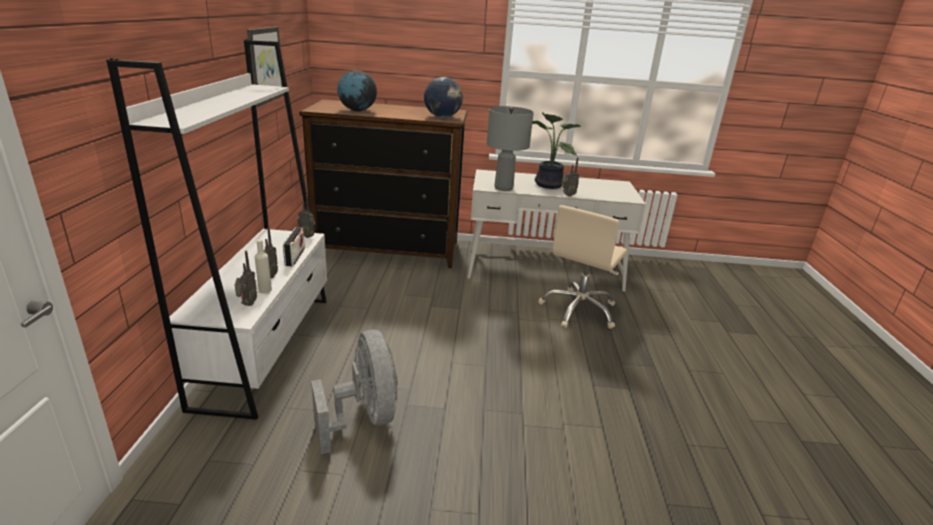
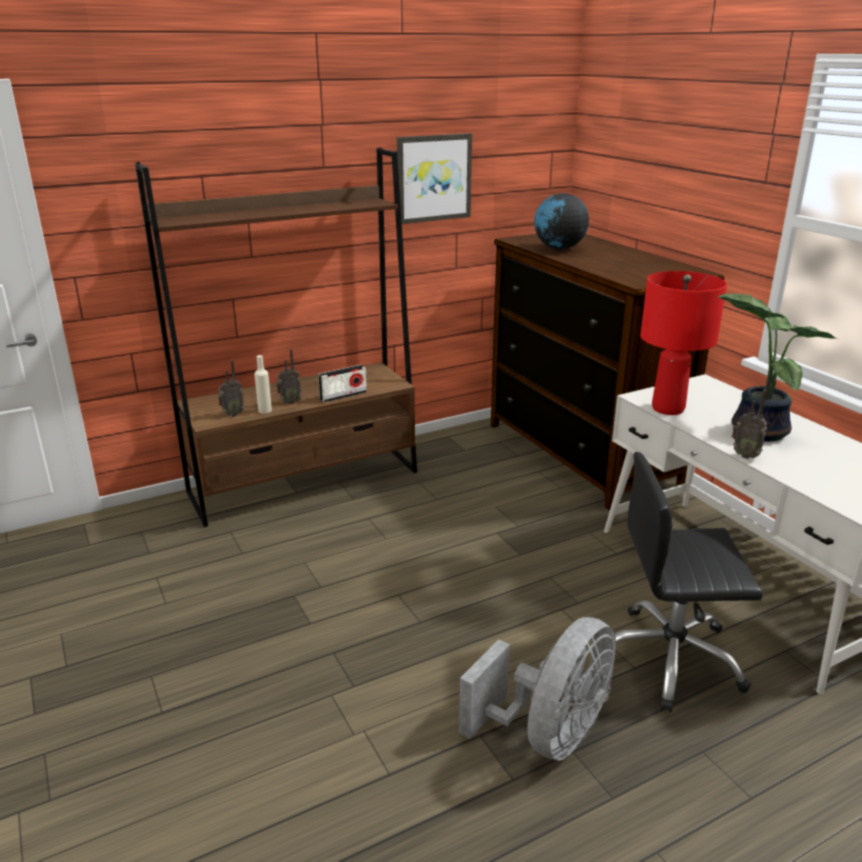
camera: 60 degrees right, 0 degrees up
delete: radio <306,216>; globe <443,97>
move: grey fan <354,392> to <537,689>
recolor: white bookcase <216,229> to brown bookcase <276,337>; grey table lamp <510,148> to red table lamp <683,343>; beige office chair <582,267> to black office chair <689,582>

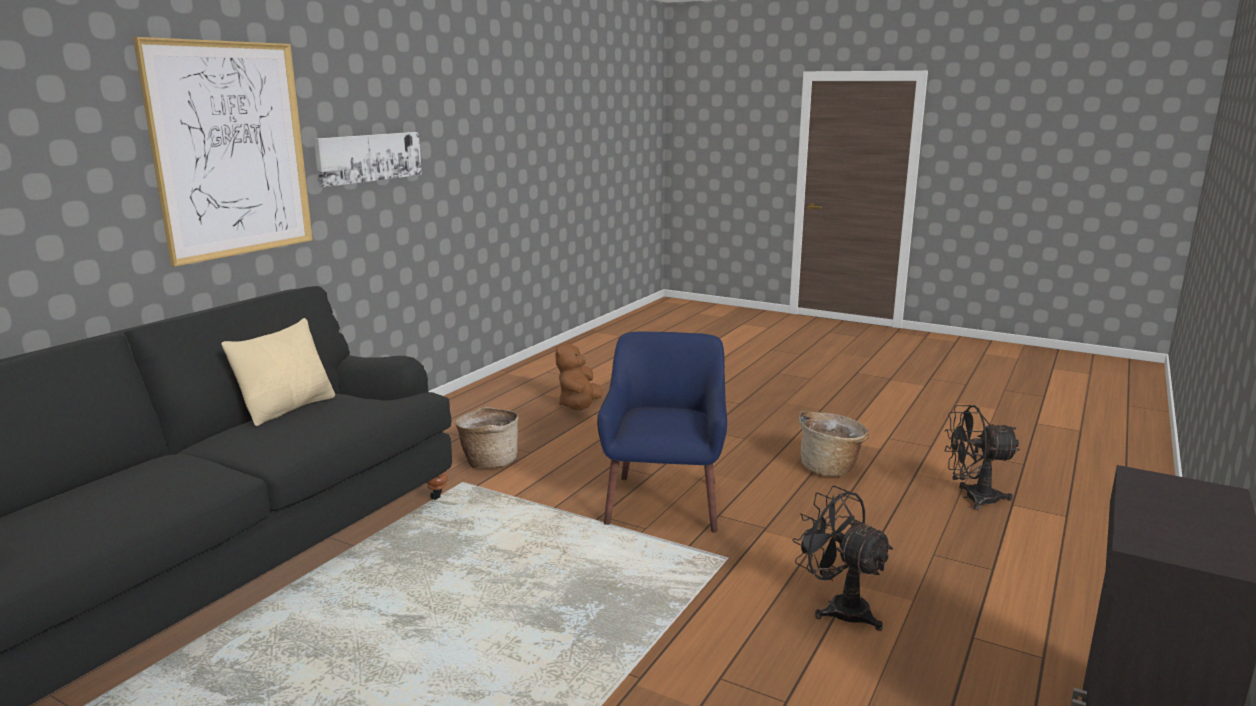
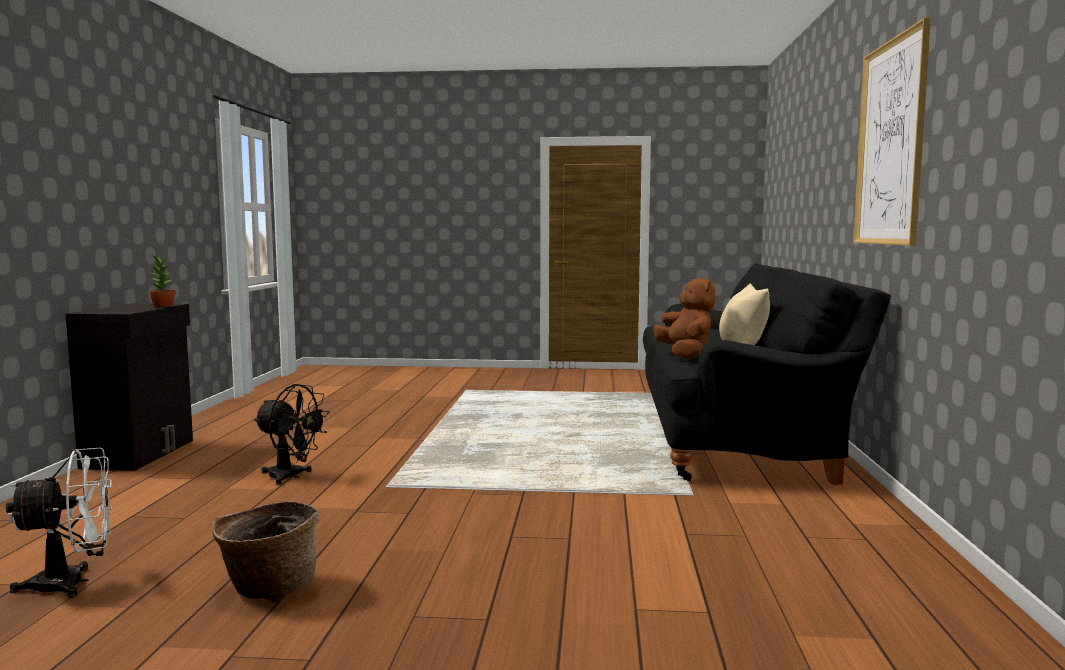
camera: 155 degrees right, 10 degrees down
delete: picture <368,159>; basket <486,437>; blue armchair <662,432>
insert: potted plant <162,281>
move: brown plush toy <579,375> to <684,317>
recolor: black fan <982,457> to white fan <59,523>

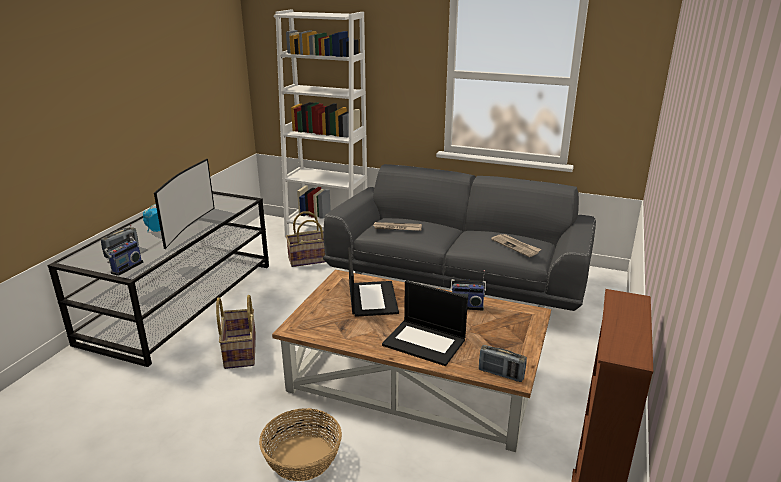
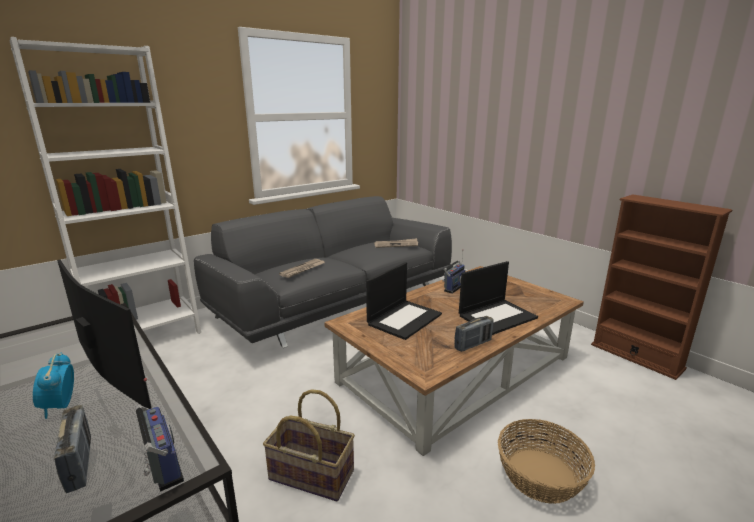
camera: 60 degrees left, 5 degrees down
delete: basket <306,239>
move: radio <503,363> to <474,334>
rotate: laptop <373,282> = <404,301> 105 degrees clockwise

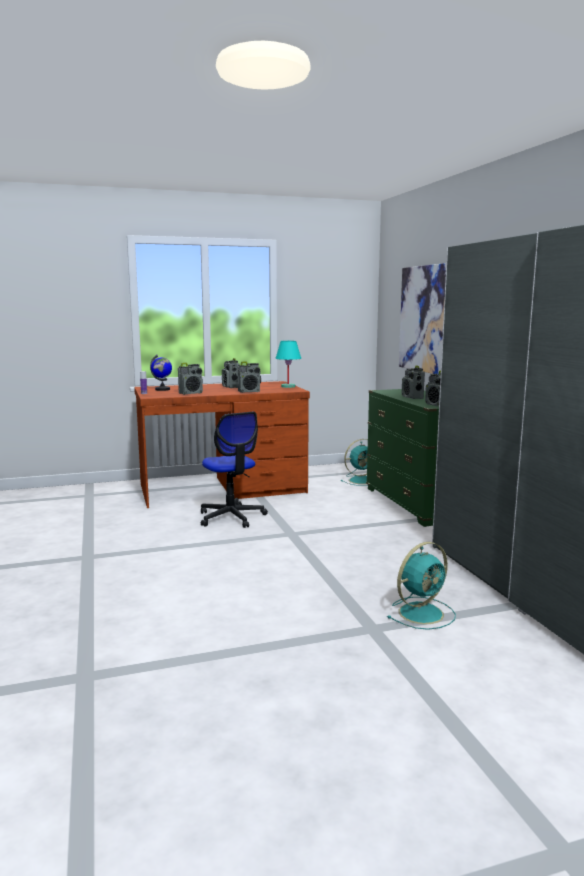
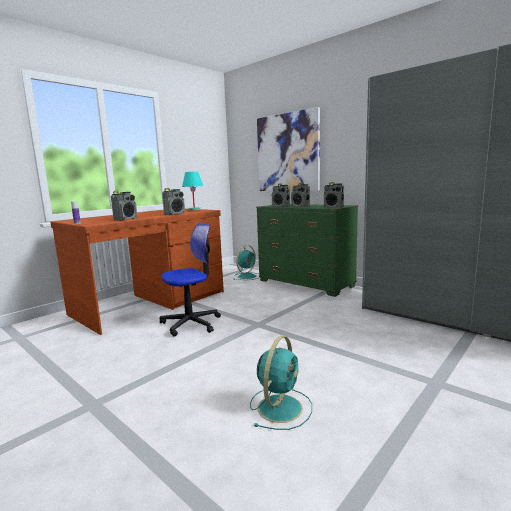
camera: 30 degrees left, 0 degrees up
delete: globe <161,373>
move: radio <230,373> to <281,195>; turquoise fan <421,586> to <281,383>
rotate: office chair <234,470> = <190,279> 60 degrees counterclockwise

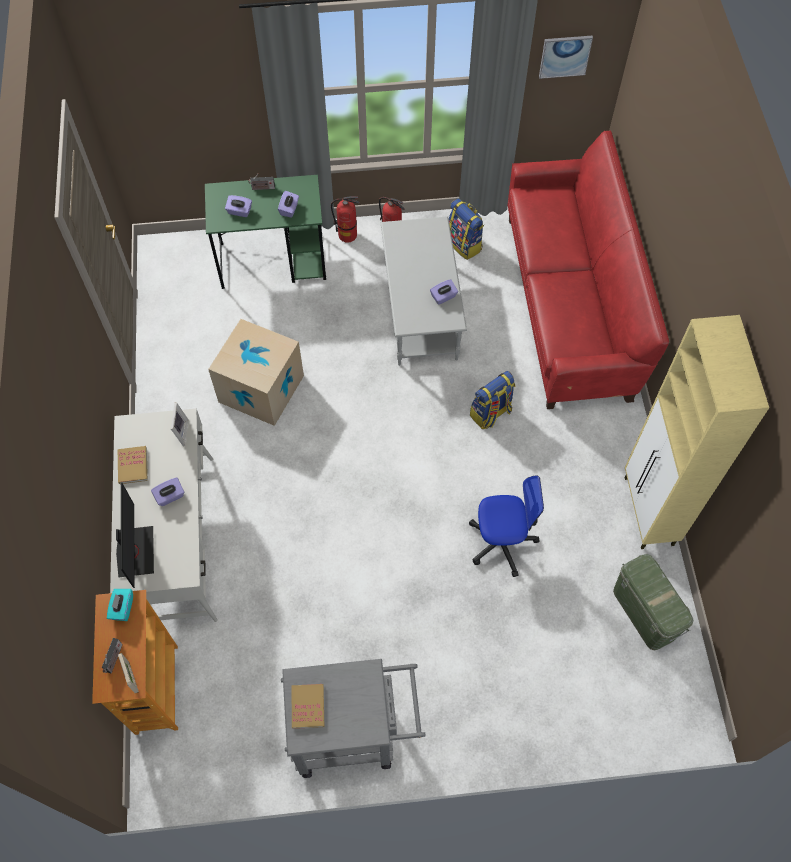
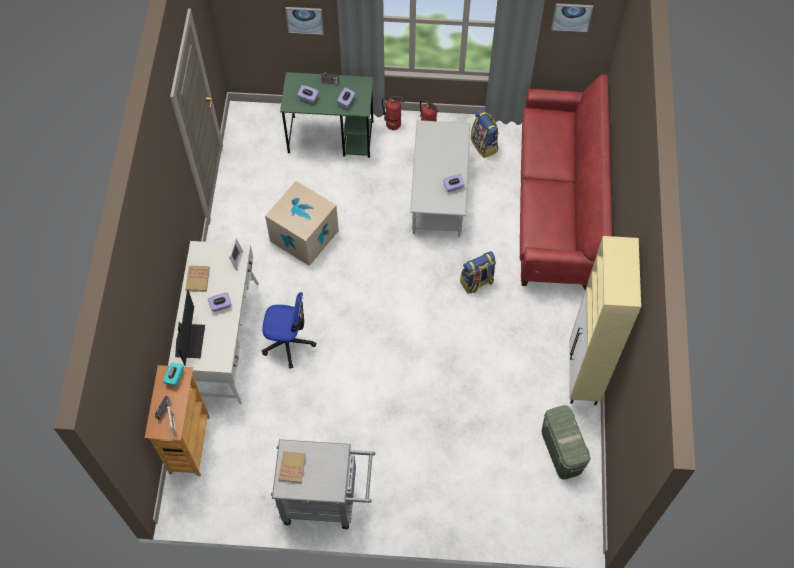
camera: 10 degrees right, 0 degrees up
insert: picture <304,21>
move: office chair <506,526> to <289,330>

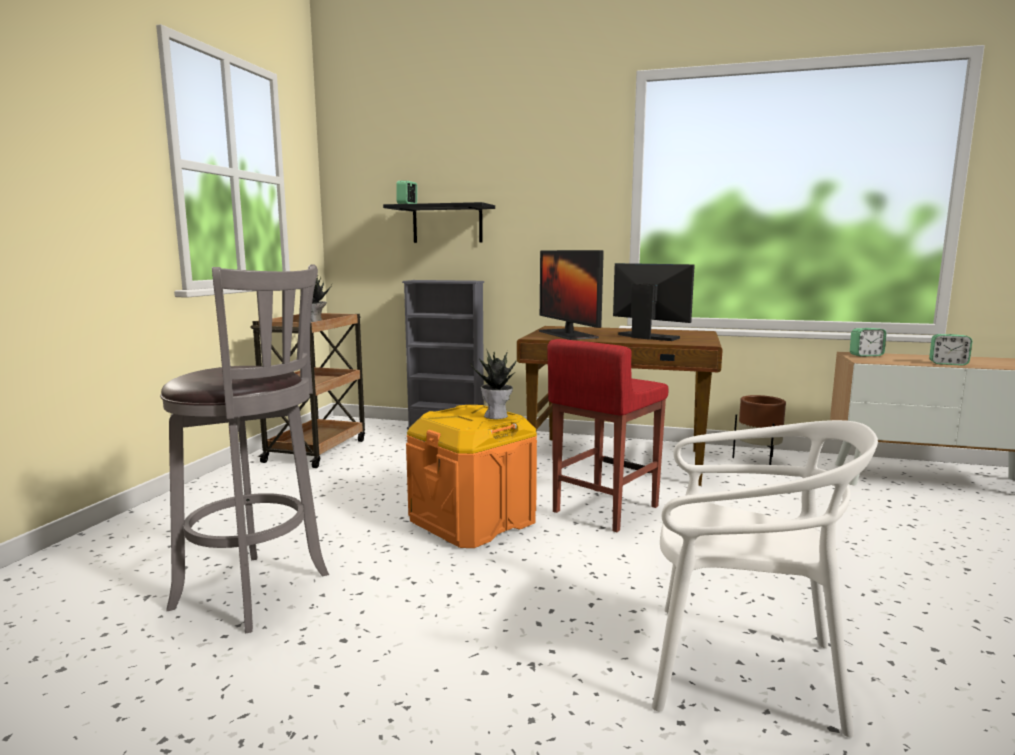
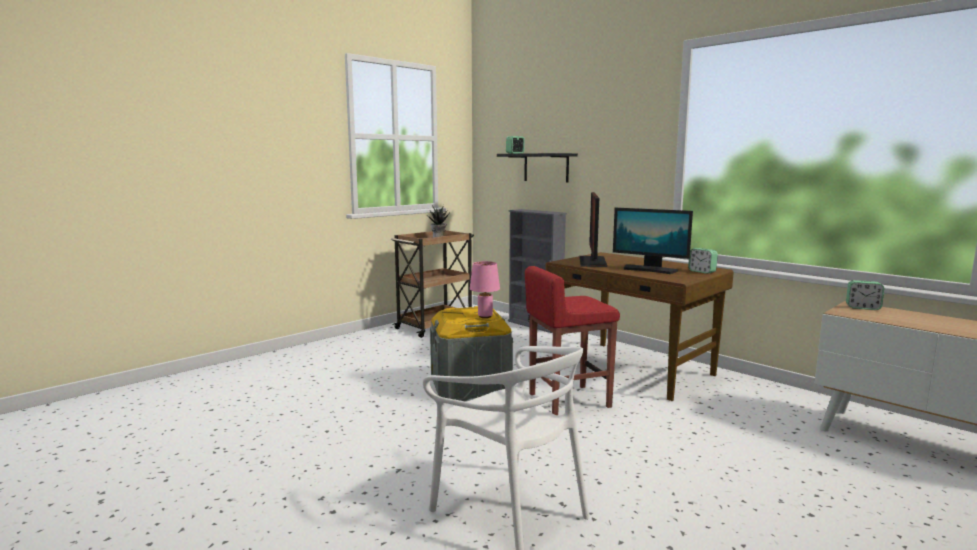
camera: 30 degrees right, 0 degrees up
delete: grey stool <244,449>; brown planter <759,430>
move: alarm clock <950,350> to <703,261>
replace: potted plant <494,384> to pink table lamp <485,289>
recolor: orange storage box <471,476> to grey storage box <471,353>
rotate: monitor <654,302> = <653,241> 135 degrees clockwise

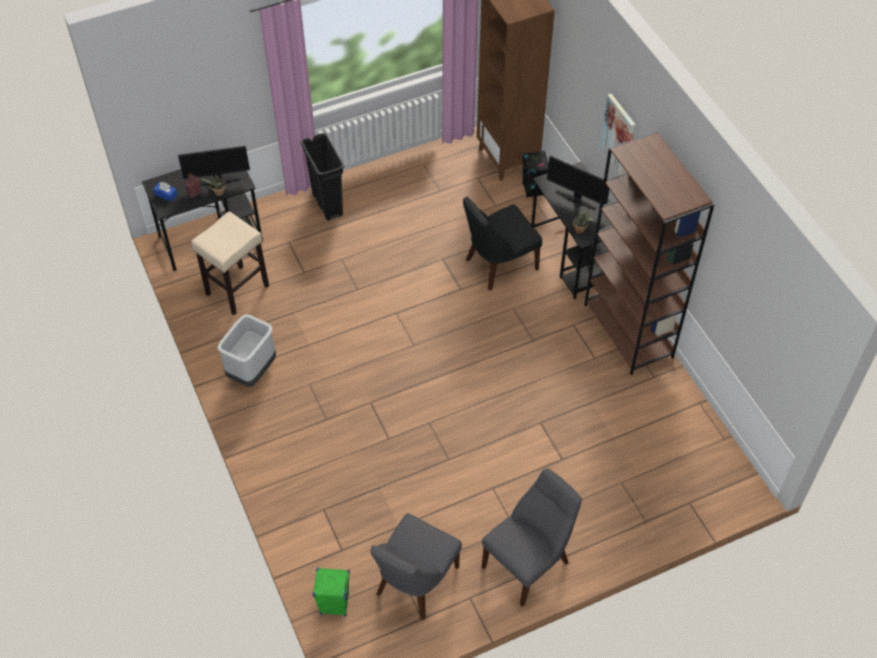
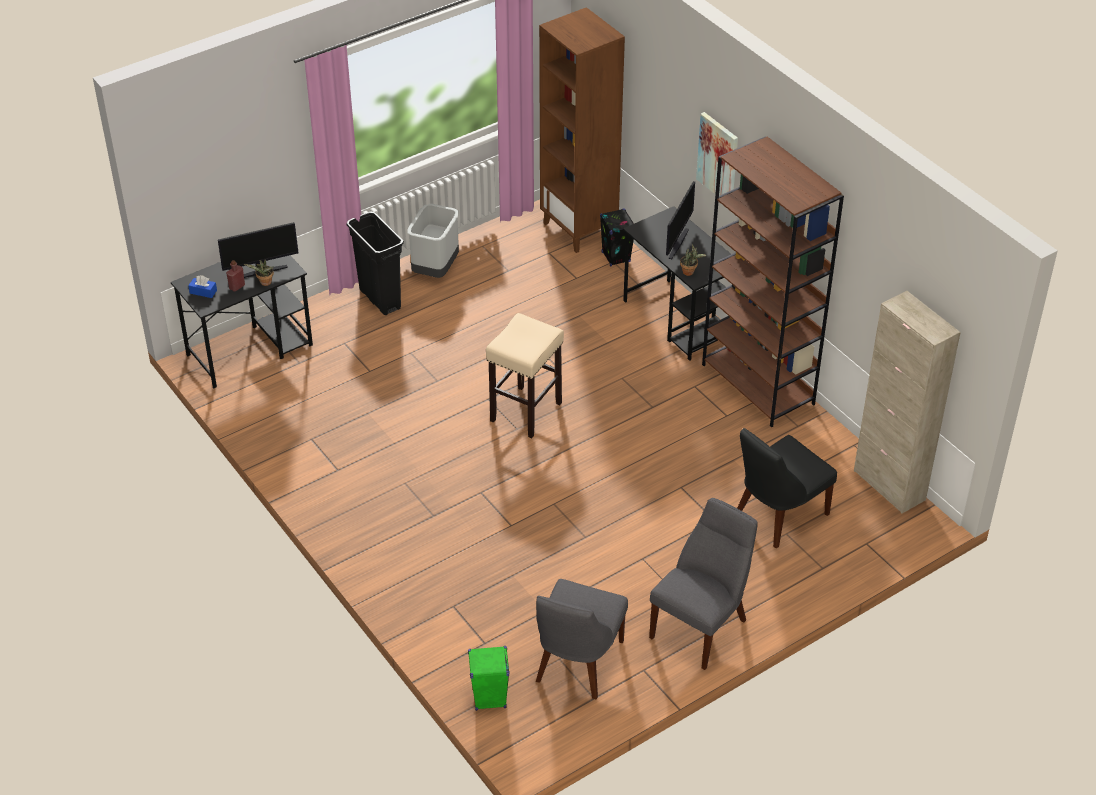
camera: 10 degrees left, 10 degrees down
insert: beige cabinet <907,402>
move: beige stool <230,263> to <525,375>; grey trash can <246,350> to <433,241>; black chair <502,244> to <787,488>
rotate: monitor <578,183> = <680,220> 90 degrees counterclockwise

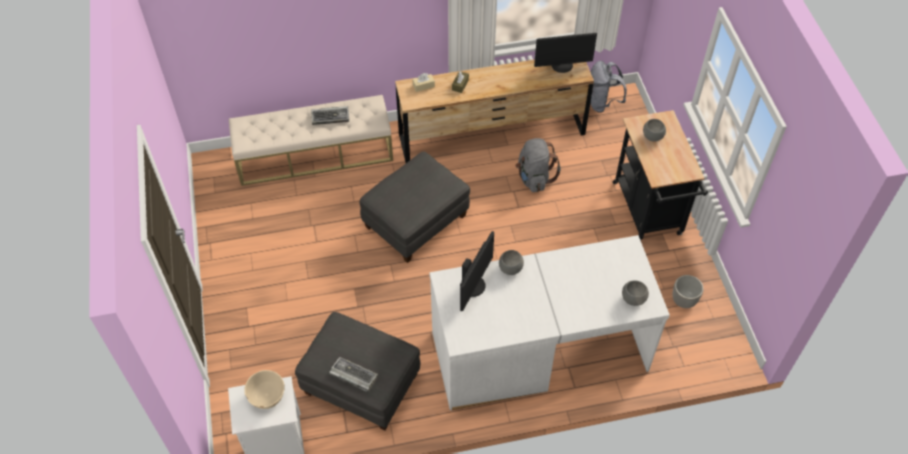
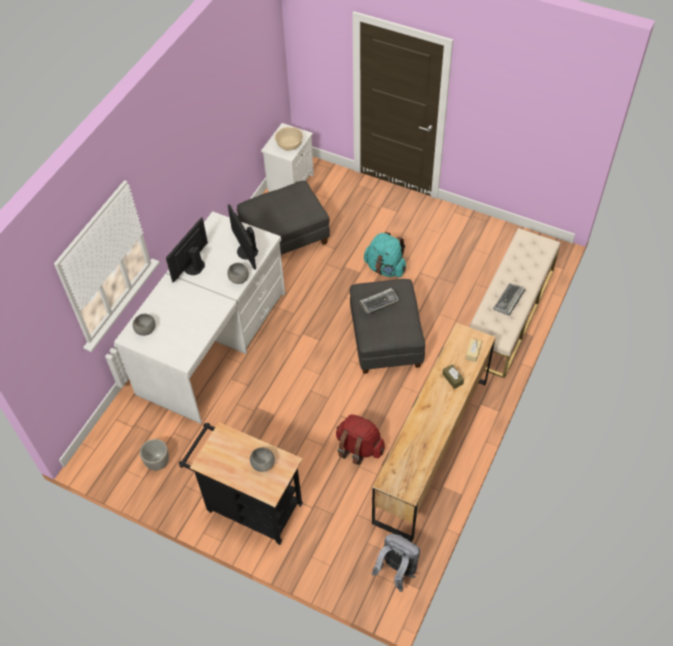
camera: 130 degrees right, 0 degrees up
insert: turquoise backpack <385,254>
move: keyboard <353,374> to <379,301>; monitor <565,53> to <187,250>
recolor: grey backpack <538,165> to red backpack <360,439>

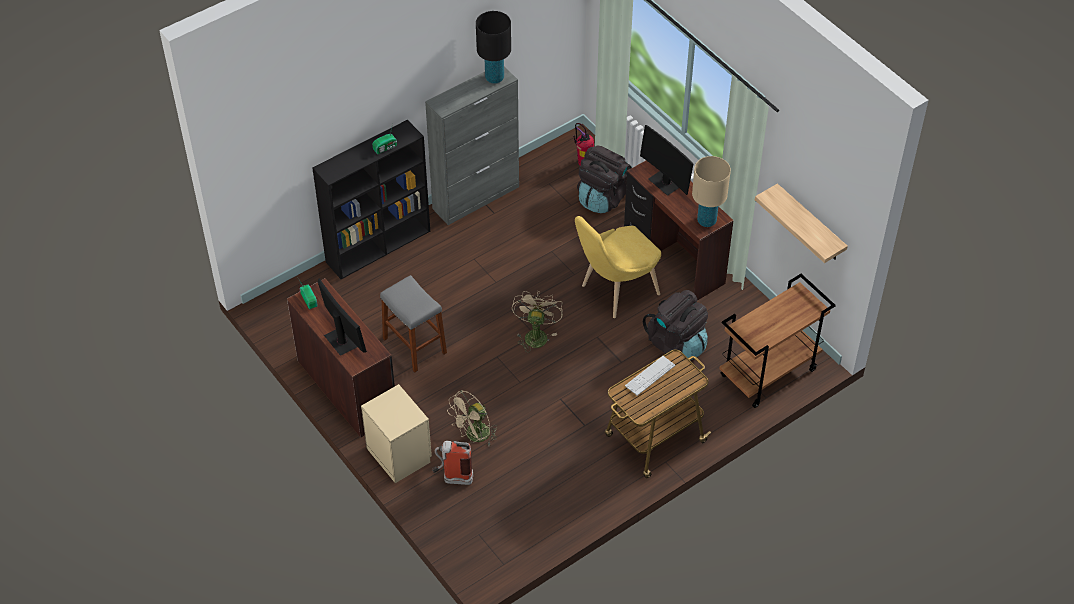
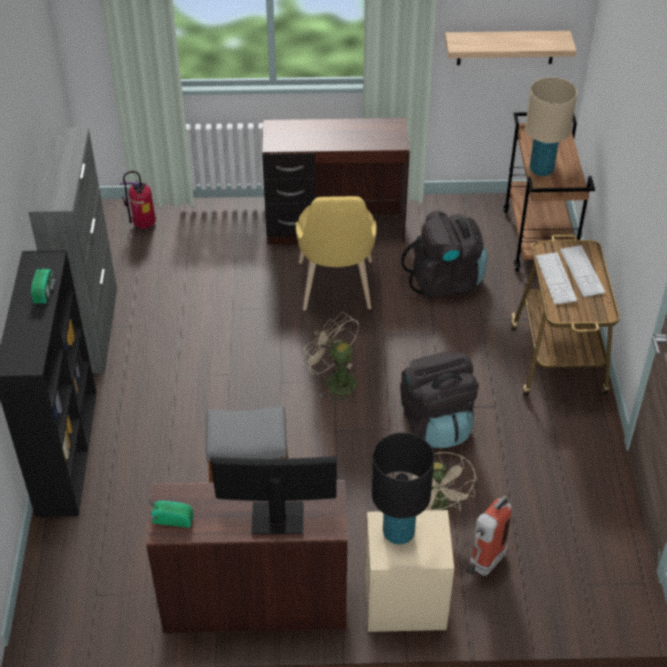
camera: 55 degrees left, 5 degrees down
delete: monitor <667,160>
insert: keyboard <583,271>
move: black table lamp <493,47> to <403,489>; black backpack <604,179> to <439,399>; beige table lamp <711,191> to <551,126>

